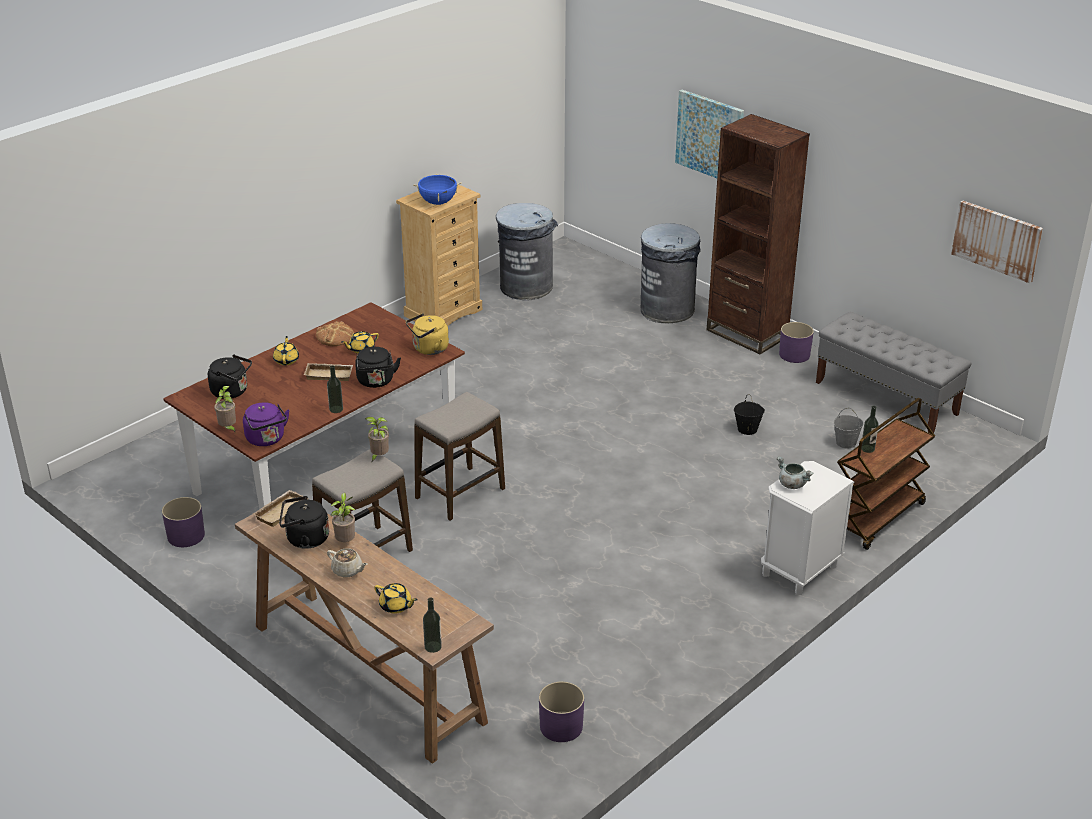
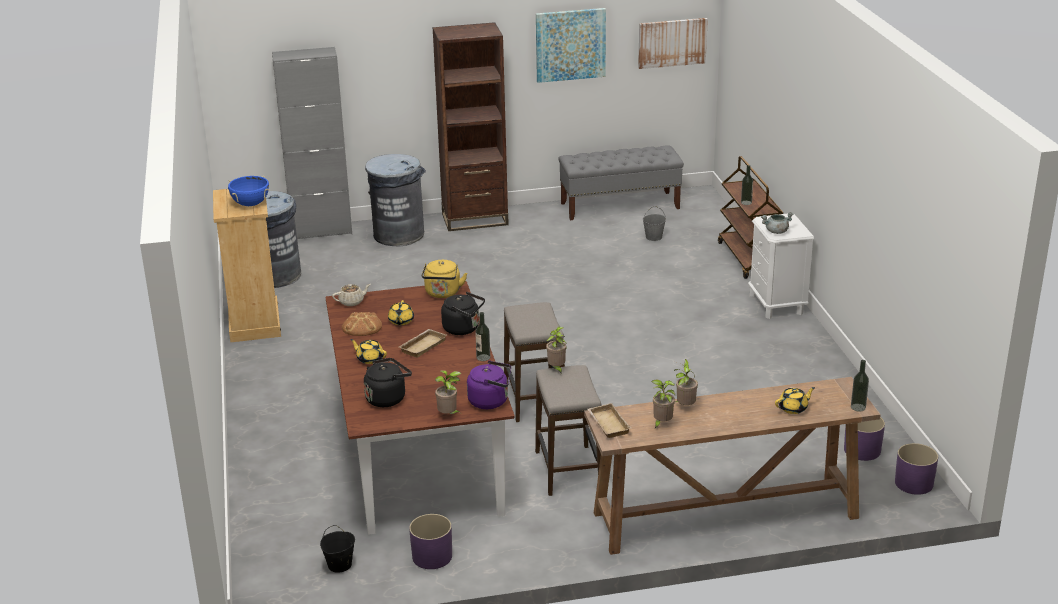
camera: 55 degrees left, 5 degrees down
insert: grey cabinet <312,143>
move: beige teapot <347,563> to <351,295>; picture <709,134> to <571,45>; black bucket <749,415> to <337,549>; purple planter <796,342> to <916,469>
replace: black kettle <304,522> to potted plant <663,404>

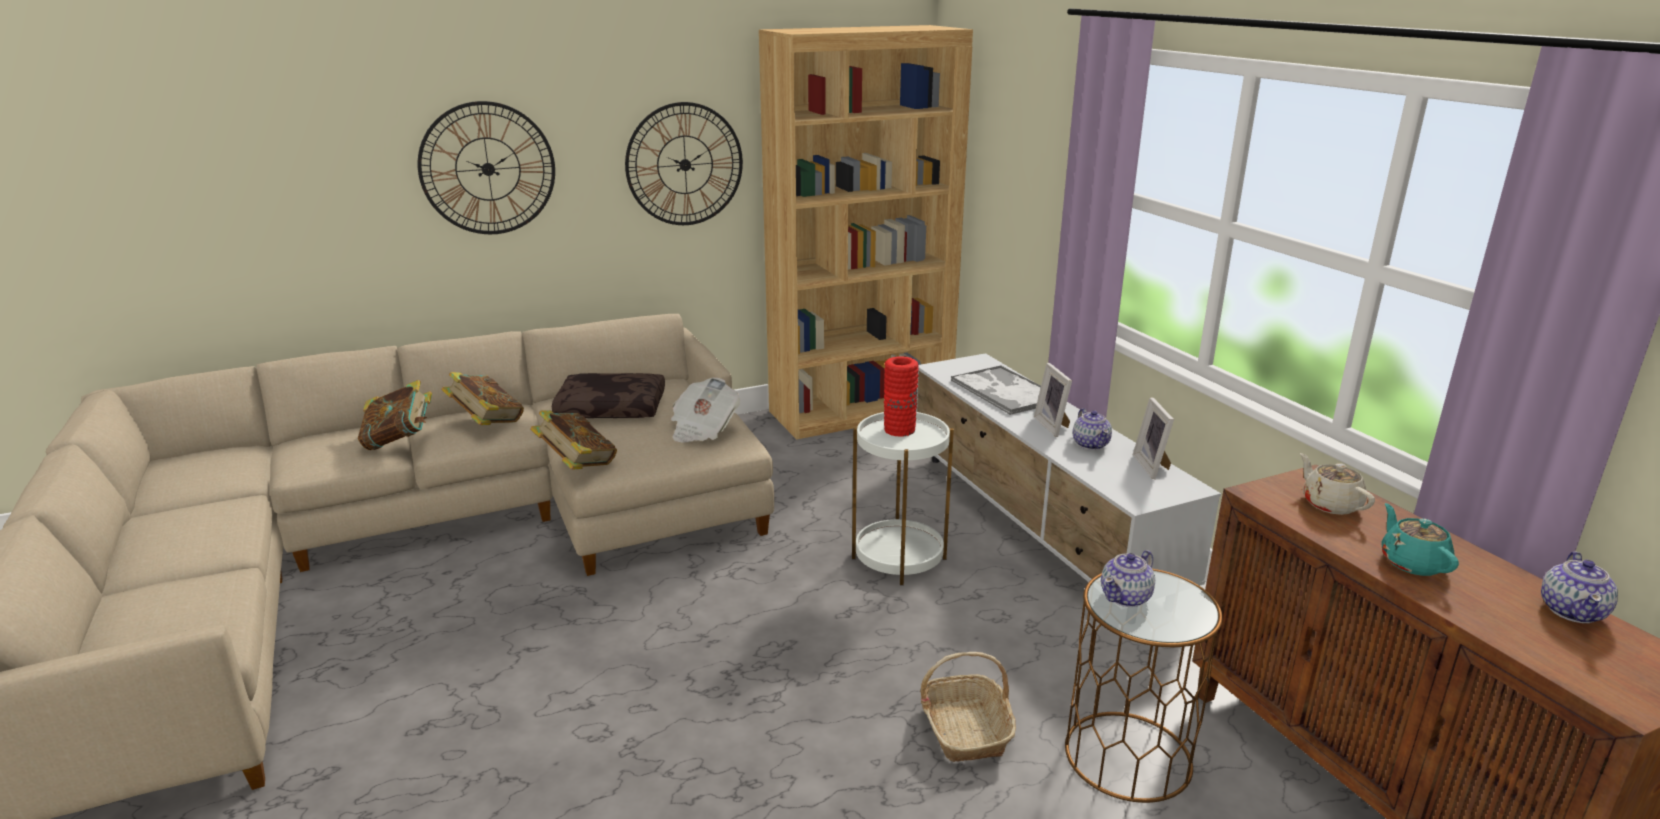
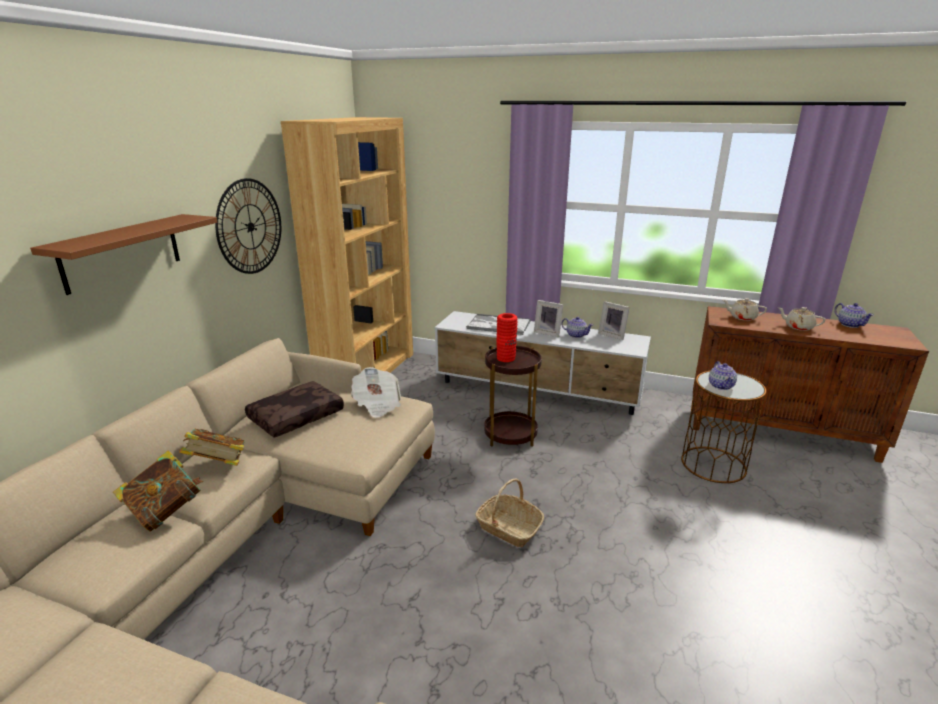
camera: 45 degrees left, 0 degrees up
delete: book <573,440>
move: basket <968,707> to <509,513>
replace: wall clock <486,167> to brown shelf <123,254>
recolor: white side table <903,498> to brown side table <513,396>; turquoise teapot <1420,539> to beige teapot <801,319>

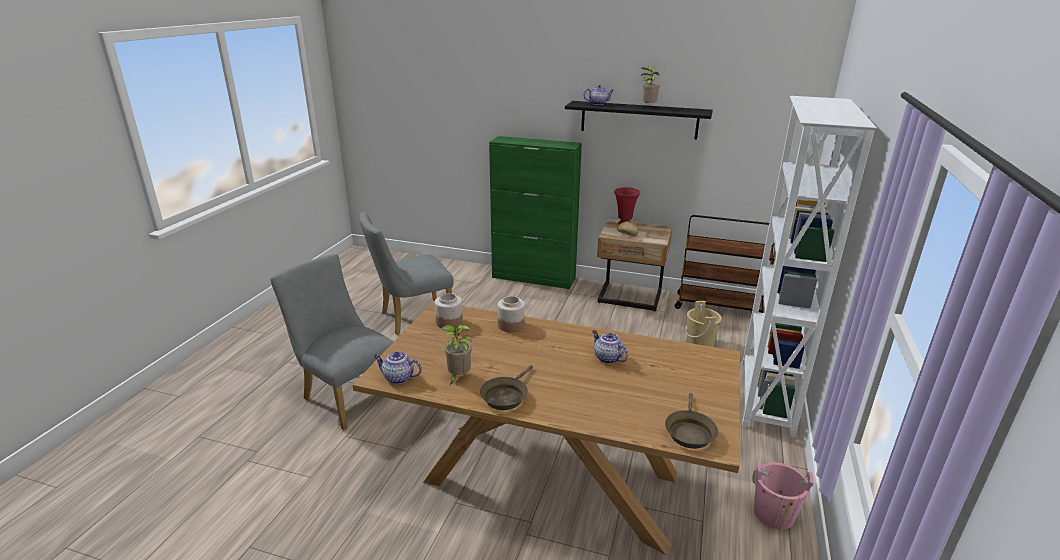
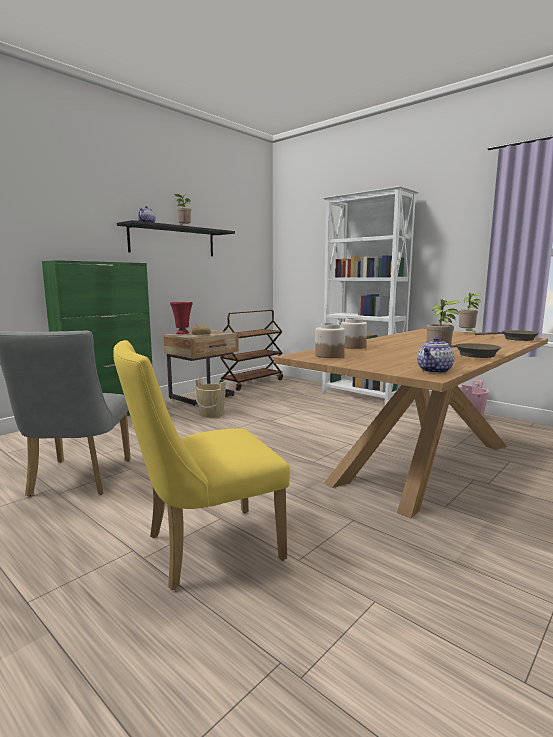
camera: 65 degrees left, 15 degrees down
delete: teapot <610,347>
insert: potted plant <469,313>
move: beige bucket <703,324> to <210,397>
recolor: grey chair <332,342> to yellow chair <201,465>

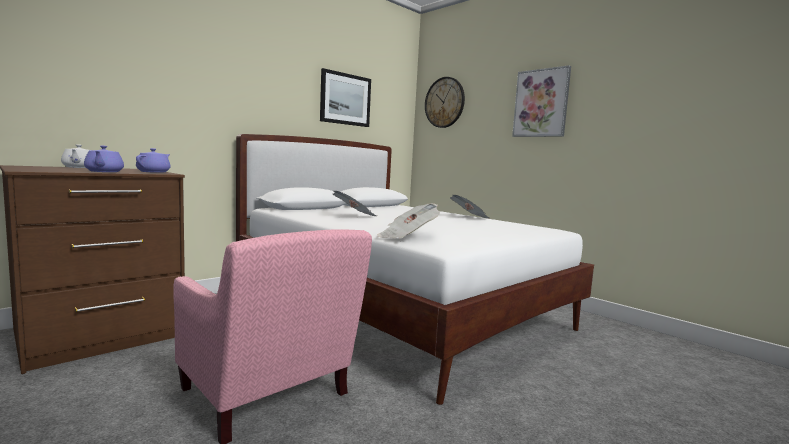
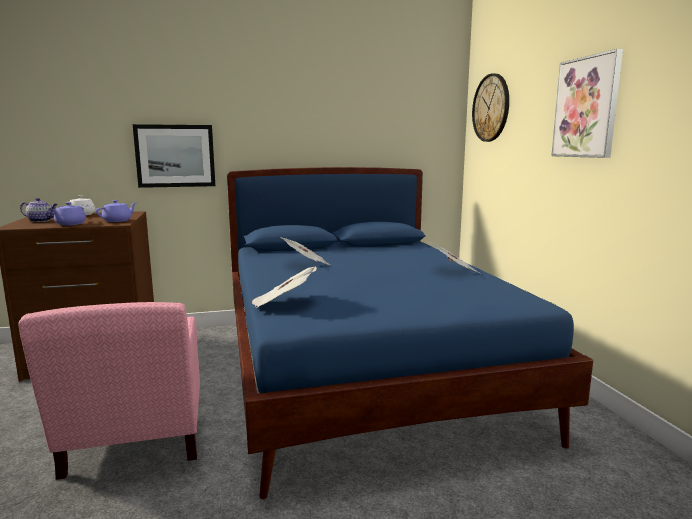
camera: 30 degrees right, 5 degrees up
insert: teapot <39,210>
move: picture <345,97> to <174,156>
recolor: white bed <415,269> to blue bed <410,333>

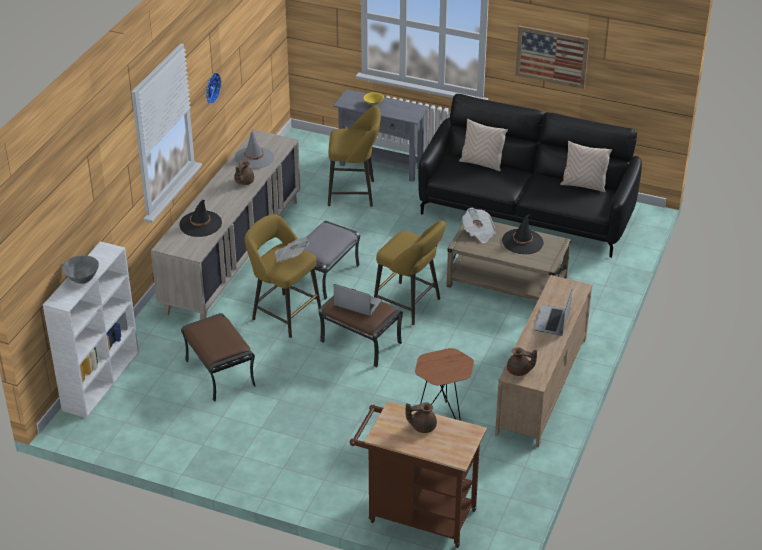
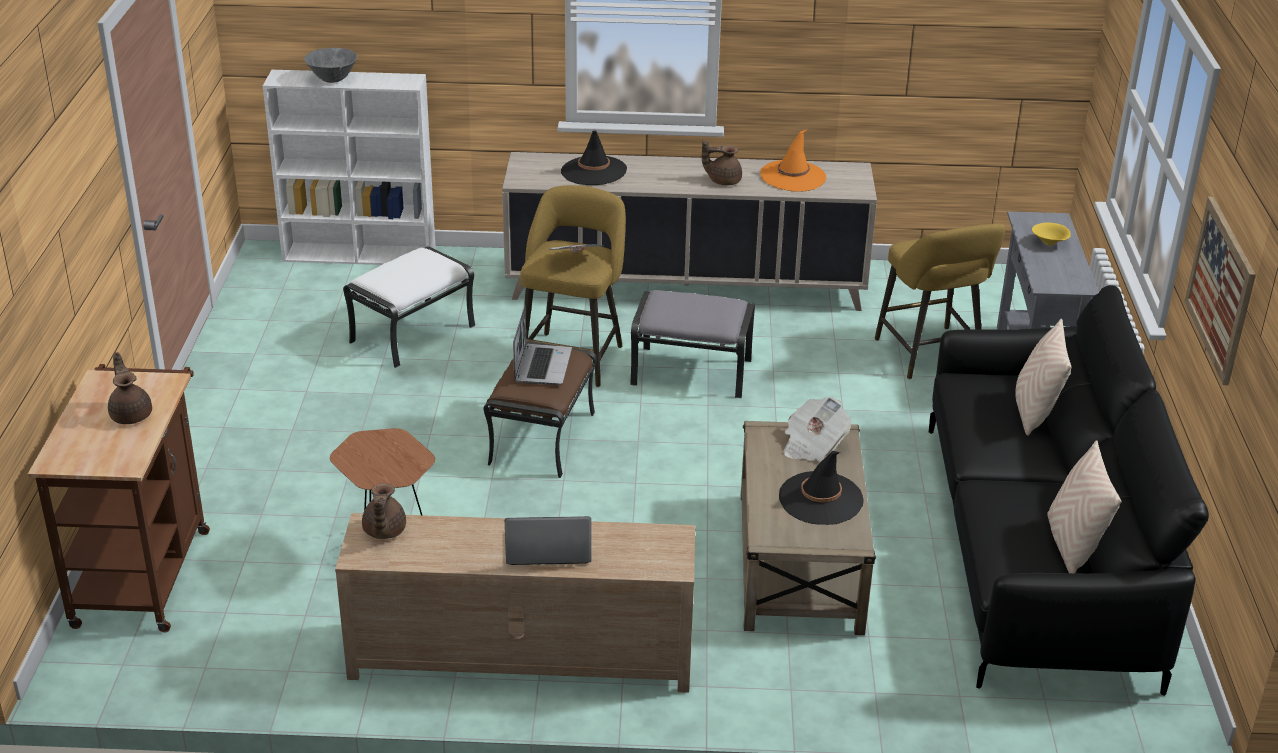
camera: 70 degrees right, 5 degrees down
delete: wall clock <213,89>; yellow stool <410,273>
recolor: brown ottoman <218,357> to white ottoman <409,307>; grey hat <254,149> to orange hat <793,160>

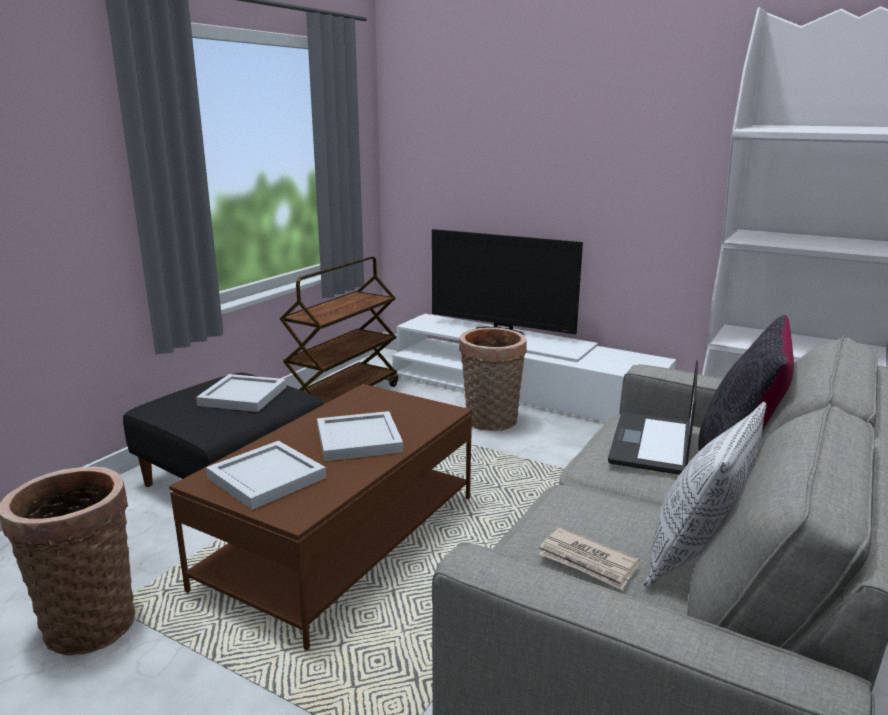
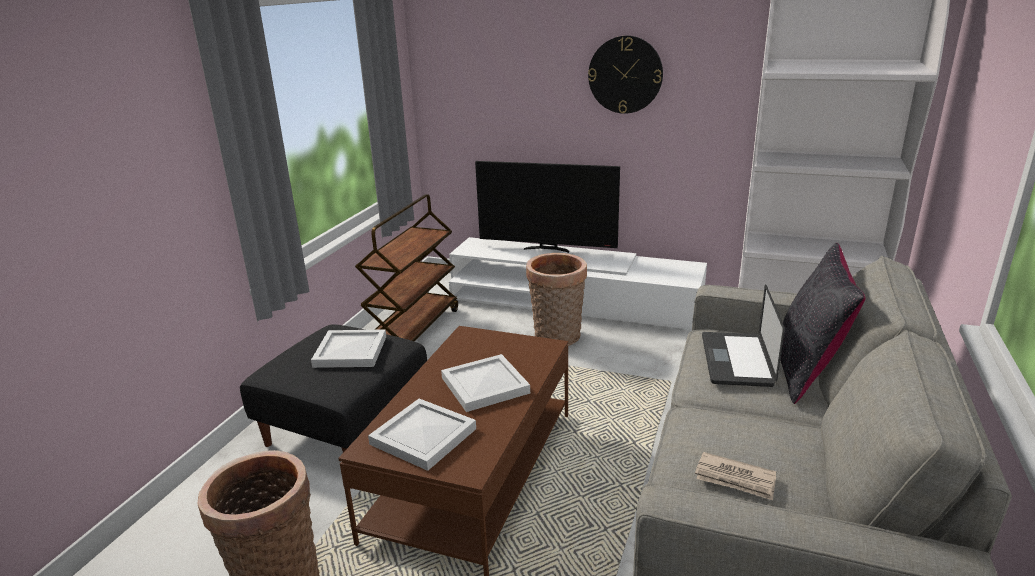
camera: 10 degrees left, 5 degrees up
delete: pillow <705,495>
insert: wall clock <625,75>

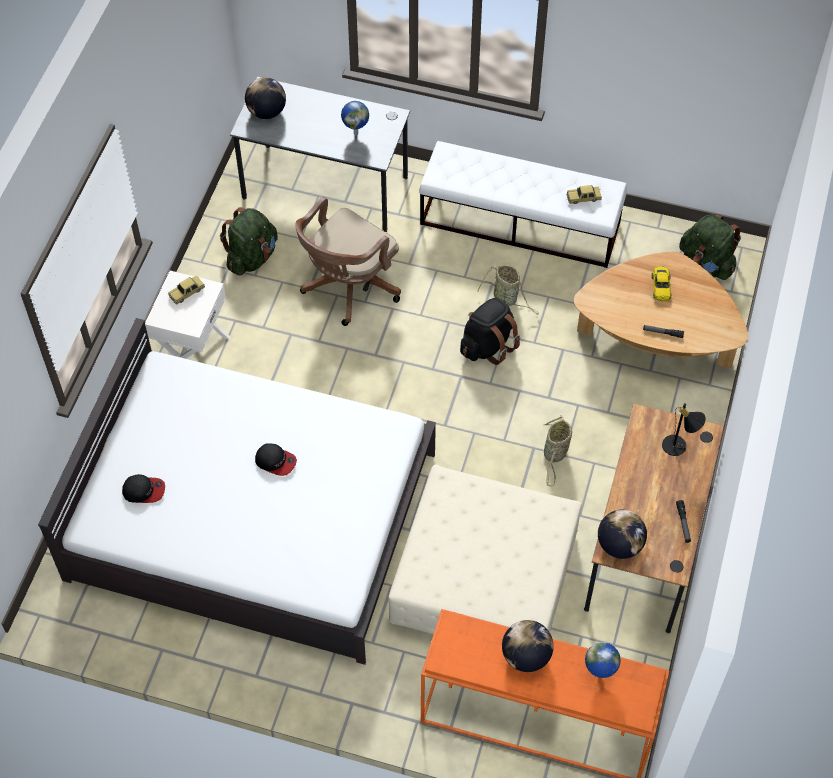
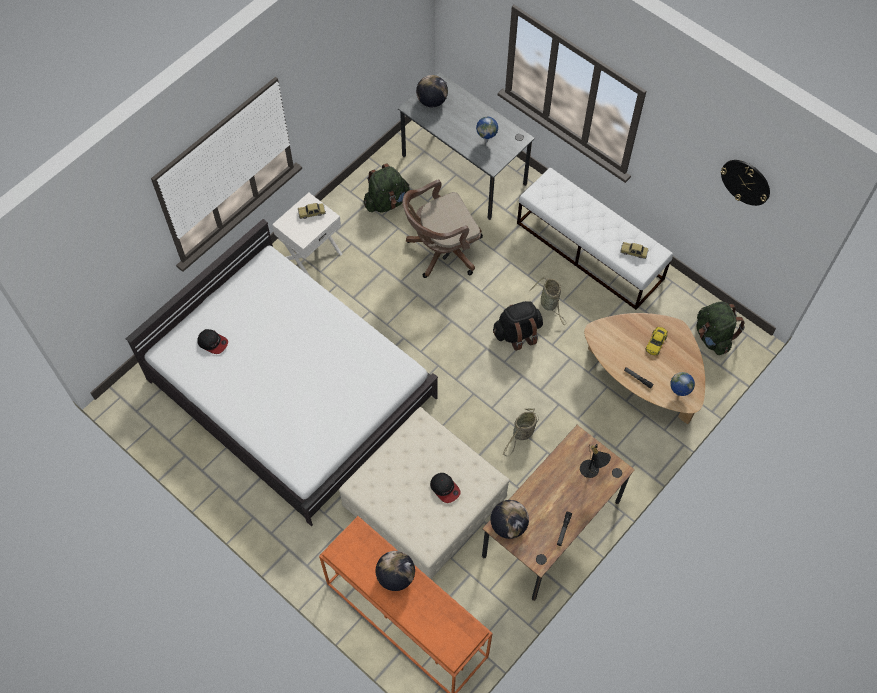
camera: 25 degrees right, 5 degrees up
insert: wall clock <745,183>
move: cap <276,459> to <445,488>; globe <603,660> to <682,384>

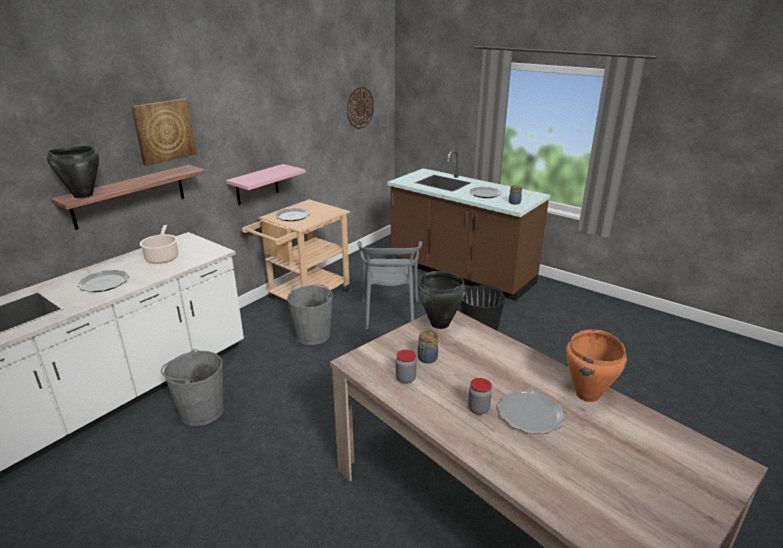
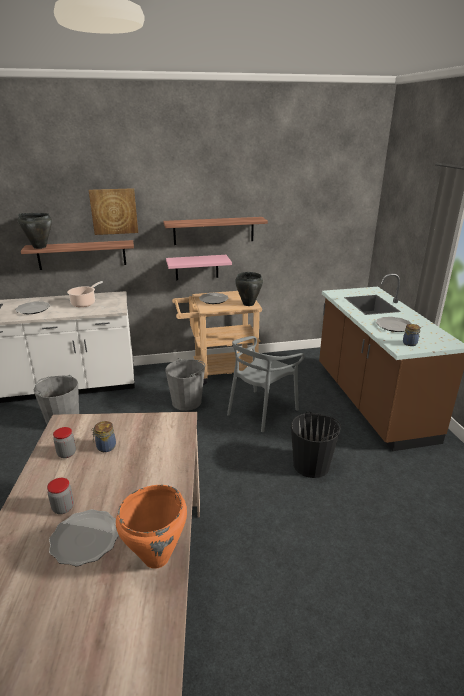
camera: 40 degrees right, 0 degrees up
delete: wall clock <360,108>
insert: shelf <215,231>
move: black cooking pot <442,300> to <249,289>

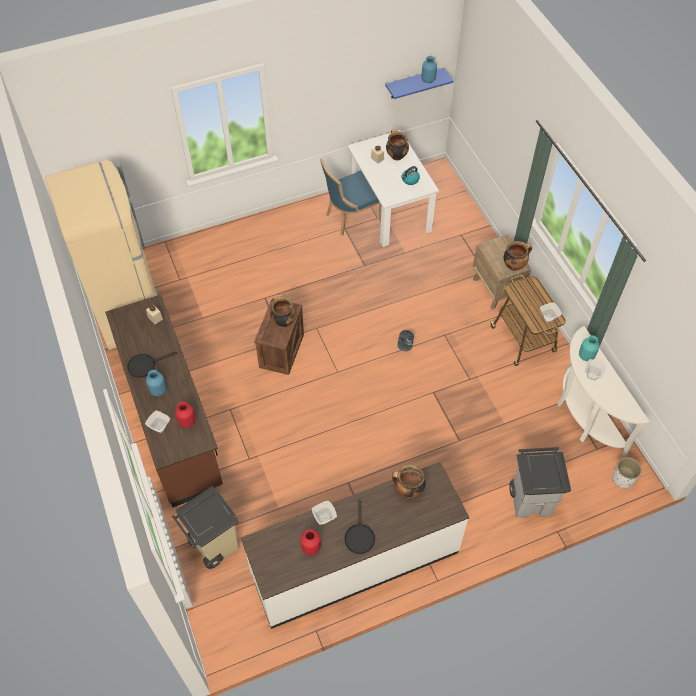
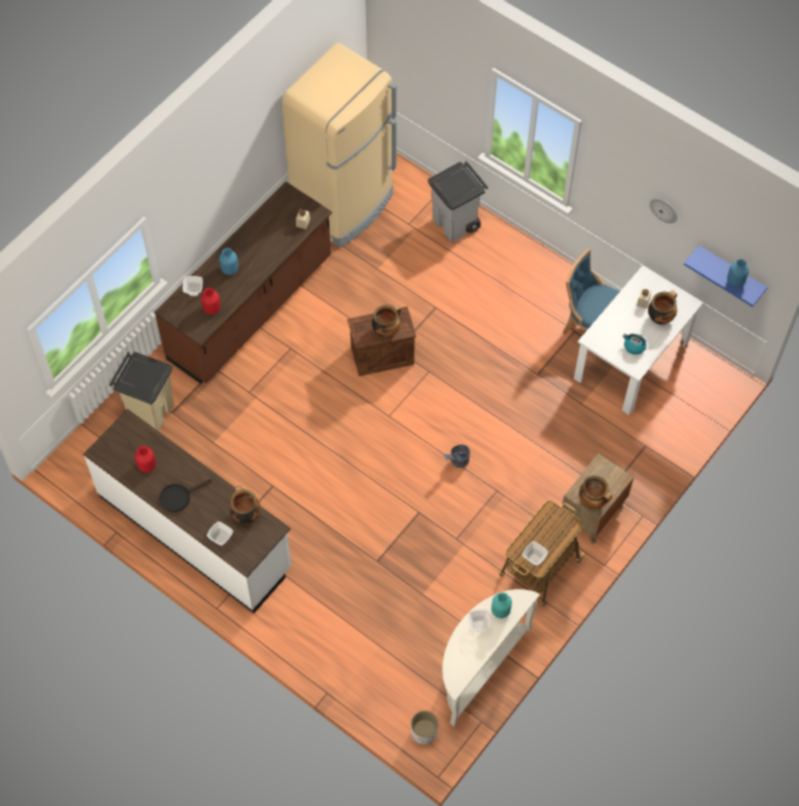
camera: 60 degrees right, 5 degrees up
delete: black frying pan <152,365>
insert: wall clock <663,210>
move: bowl <324,513> to <220,533>; grey trash can <540,482> to <458,201>

